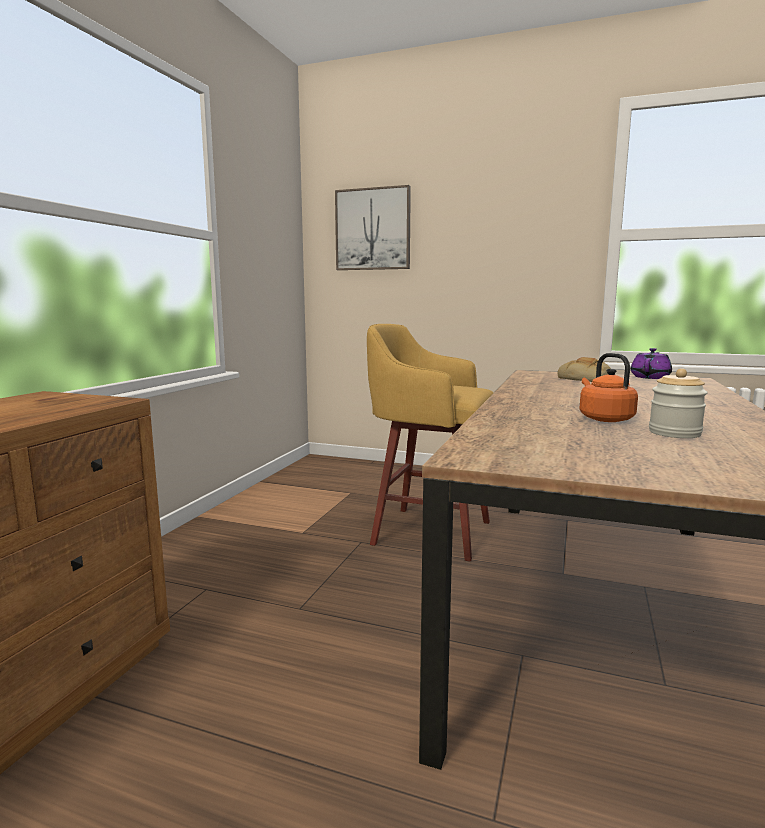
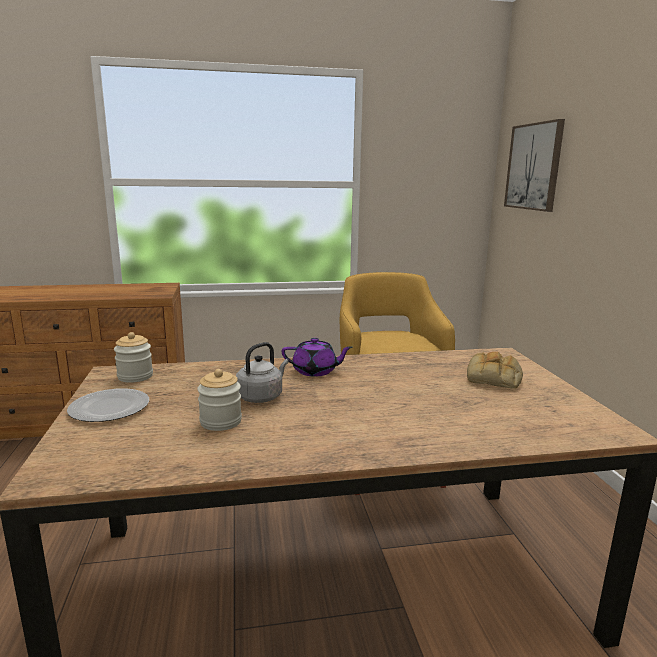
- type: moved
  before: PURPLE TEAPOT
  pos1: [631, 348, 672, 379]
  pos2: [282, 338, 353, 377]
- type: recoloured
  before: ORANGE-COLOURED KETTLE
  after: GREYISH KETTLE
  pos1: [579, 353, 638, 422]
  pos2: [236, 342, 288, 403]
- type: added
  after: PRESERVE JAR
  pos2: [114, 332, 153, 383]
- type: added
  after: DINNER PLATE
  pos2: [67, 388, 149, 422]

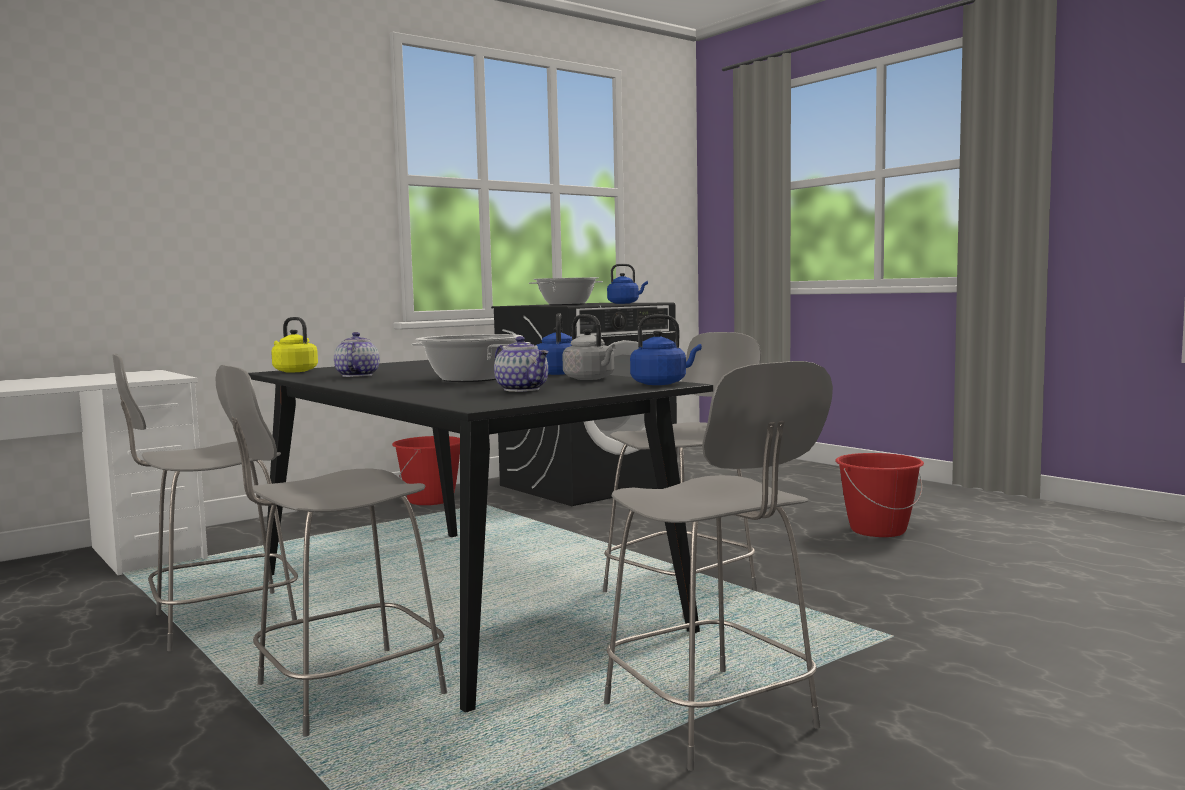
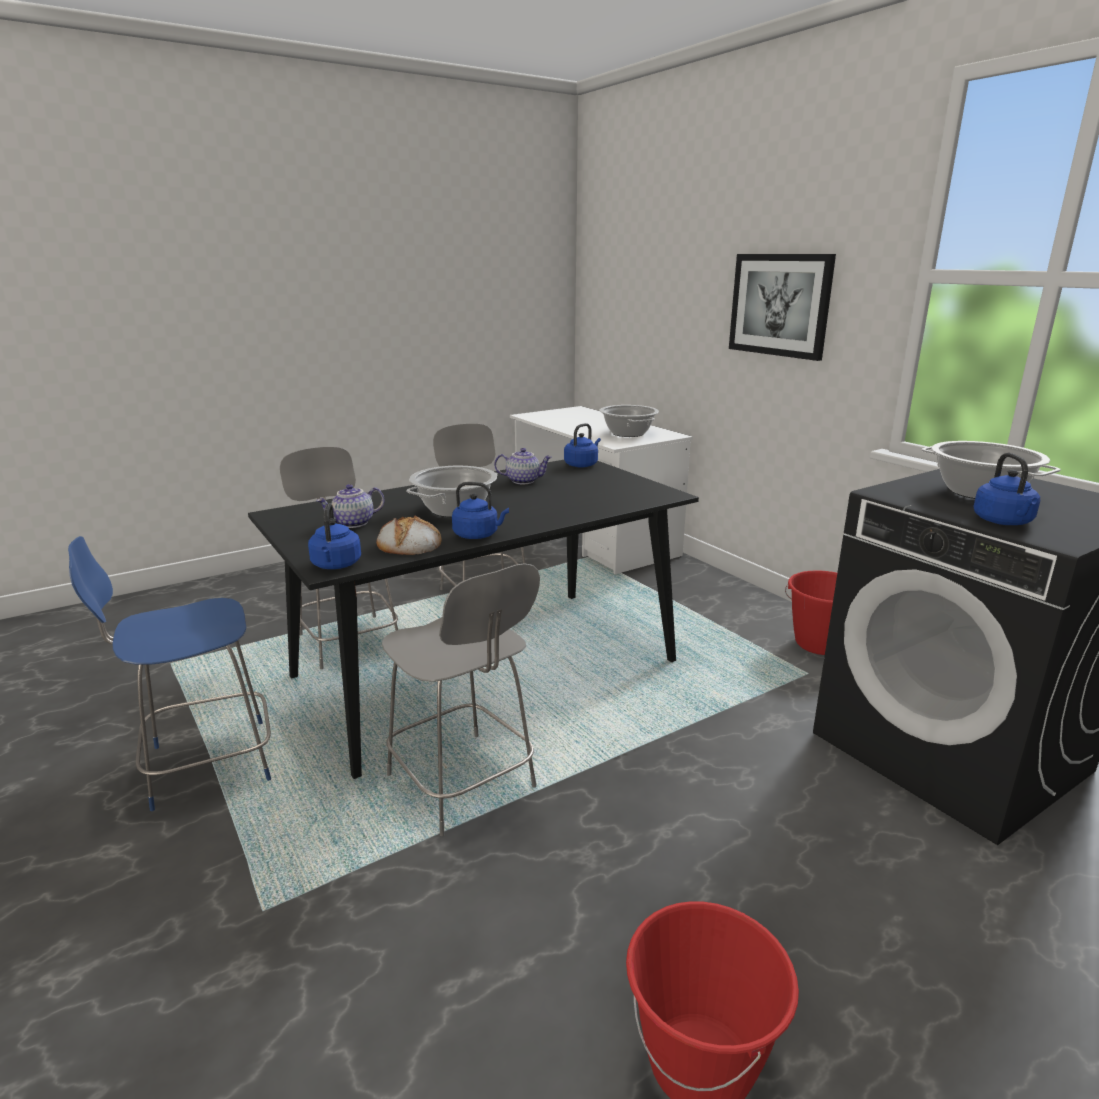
- type: replaced
  before: GREYISH KETTLE
  after: BREAD
  pos1: [562, 314, 616, 380]
  pos2: [376, 516, 442, 555]
- type: recoloured
  before: YELLOW KETTLE
  after: BLUE-COLOURED KETTLE
  pos1: [271, 317, 318, 373]
  pos2: [564, 423, 601, 468]
- type: recoloured
  before: GREYISH STOOL SEAT
  after: BLUE-COLOURED STOOL SEAT
  pos1: [604, 361, 833, 771]
  pos2: [68, 536, 271, 811]
- type: added
  after: PICTURE
  pos2: [729, 254, 836, 361]
- type: added
  after: COOKING POT
  pos2: [599, 405, 659, 437]

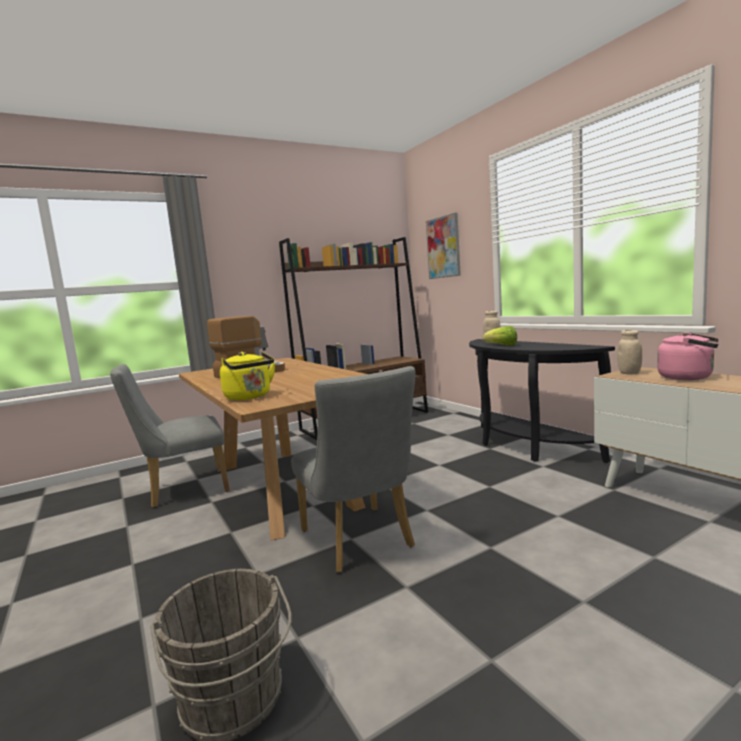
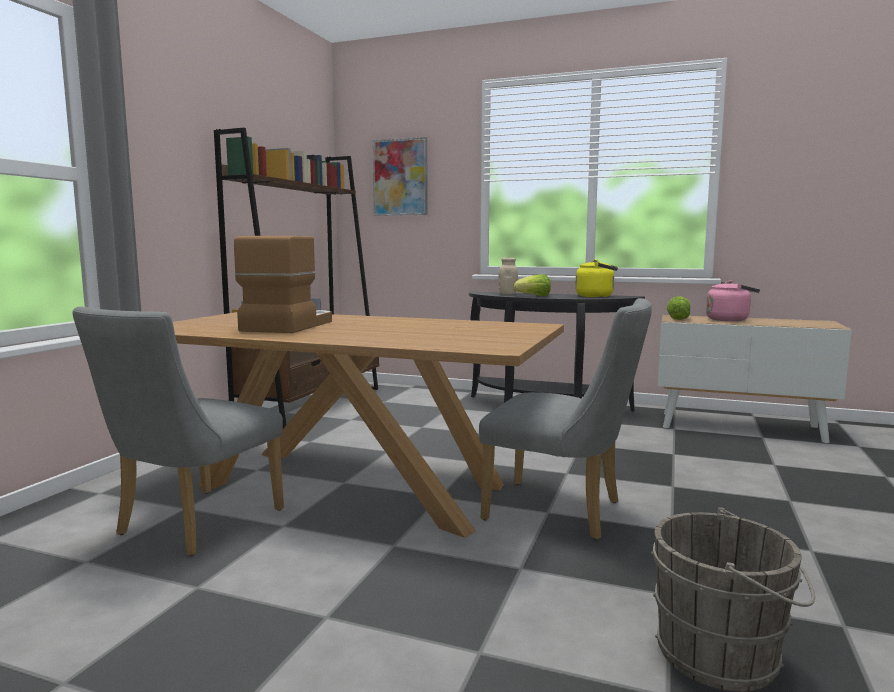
- type: replaced
  before: SAND-COLOURED PRESERVE JAR
  after: LETTUCE
  pos1: [617, 330, 642, 375]
  pos2: [666, 296, 690, 320]
- type: moved
  before: YELLOW KETTLE
  pos1: [220, 352, 275, 400]
  pos2: [575, 259, 618, 297]

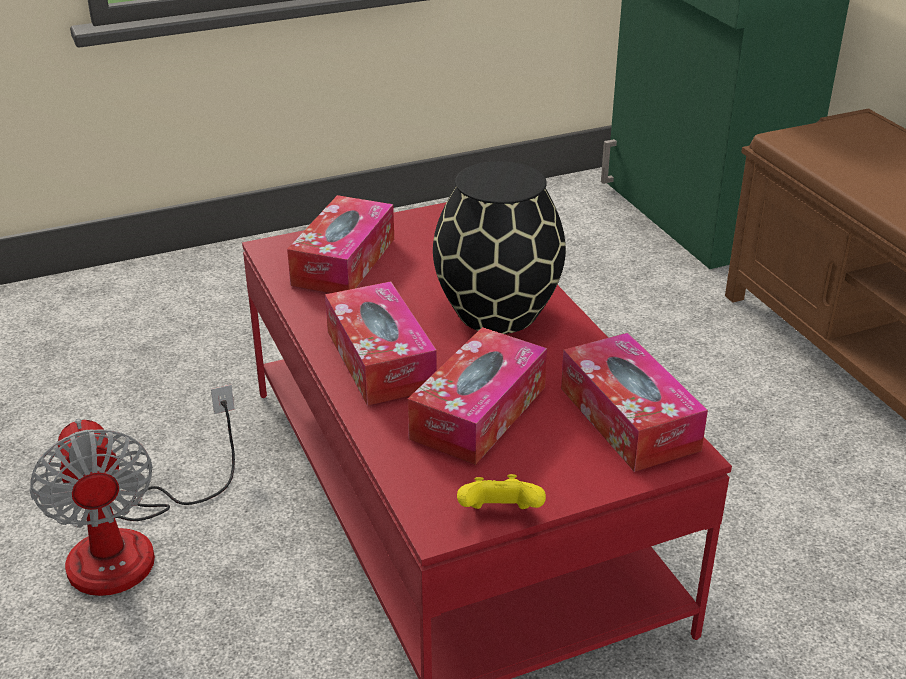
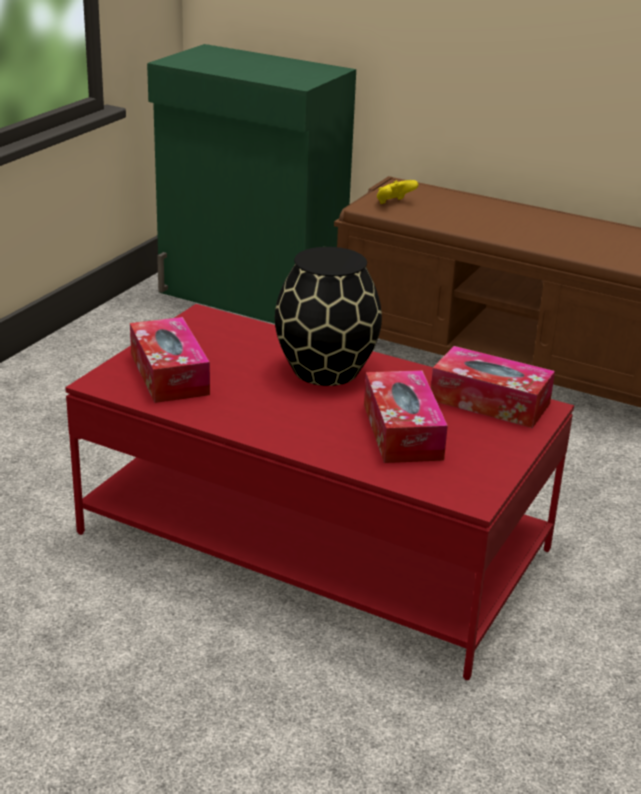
- type: removed
  before: TISSUE BOX
  pos1: [325, 281, 437, 406]
- type: removed
  before: FAN
  pos1: [29, 385, 235, 596]
- type: moved
  before: YELLOW GAME CONTROLLER
  pos1: [457, 474, 546, 509]
  pos2: [377, 180, 419, 204]

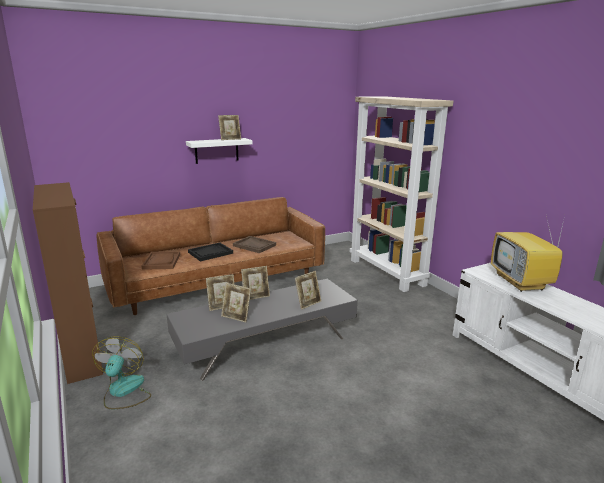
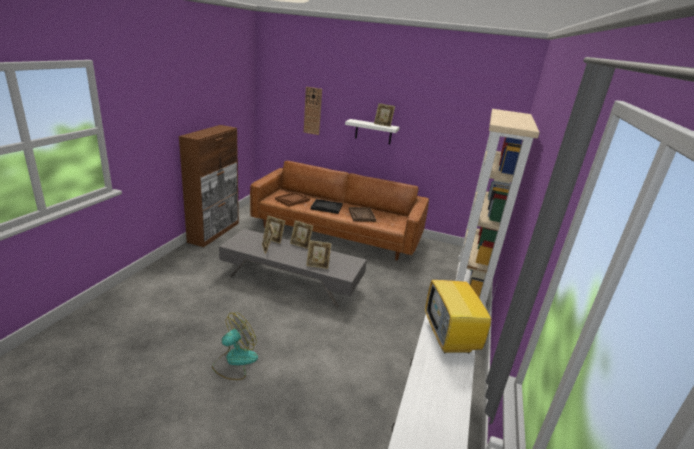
- type: turned
  before: TV
  pos1: [491, 216, 564, 292]
  pos2: [425, 277, 497, 353]
  turn: -45
- type: moved
  before: FAN
  pos1: [92, 336, 151, 409]
  pos2: [212, 312, 258, 380]
- type: added
  after: WALL CLOCK
  pos2: [304, 87, 322, 135]

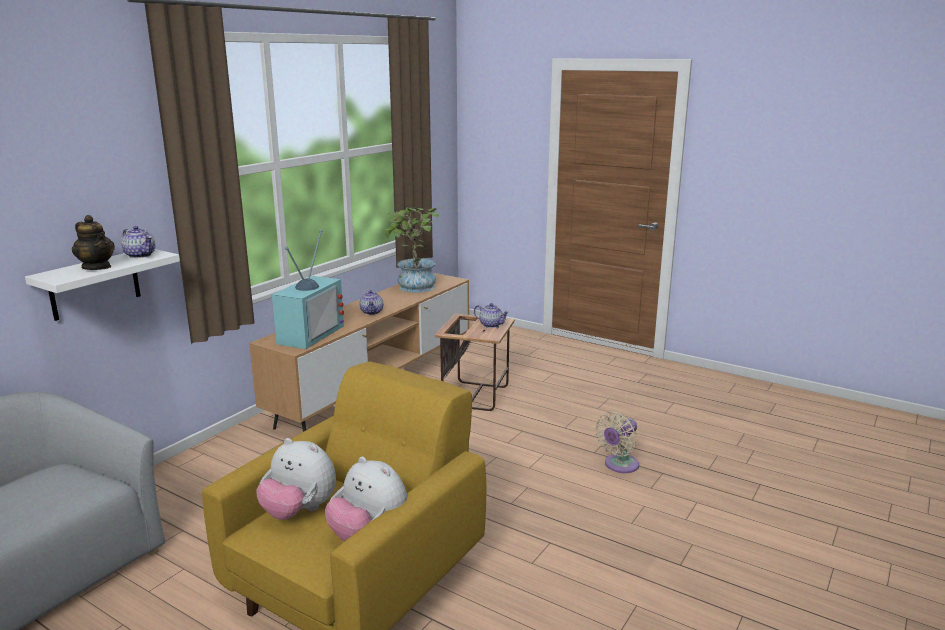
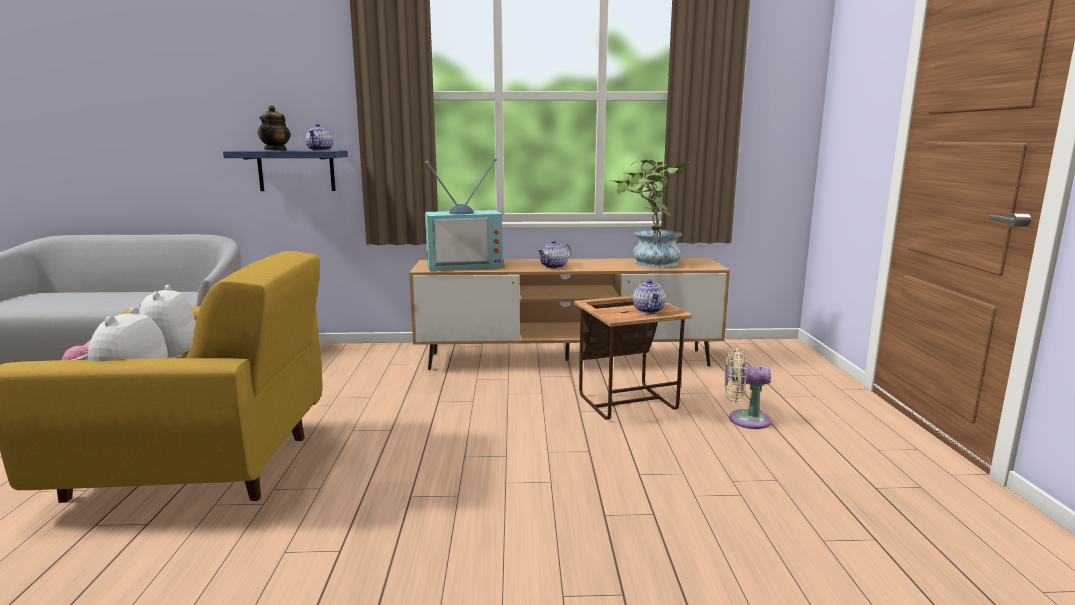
- type: recoloured
  before: WHITISH BRACKET SHELF
  after: BLUE-COLOURED BRACKET SHELF
  pos1: [25, 249, 180, 321]
  pos2: [223, 150, 348, 191]
- type: moved
  before: SAND-COLOURED FAN
  pos1: [595, 411, 639, 473]
  pos2: [724, 348, 771, 429]

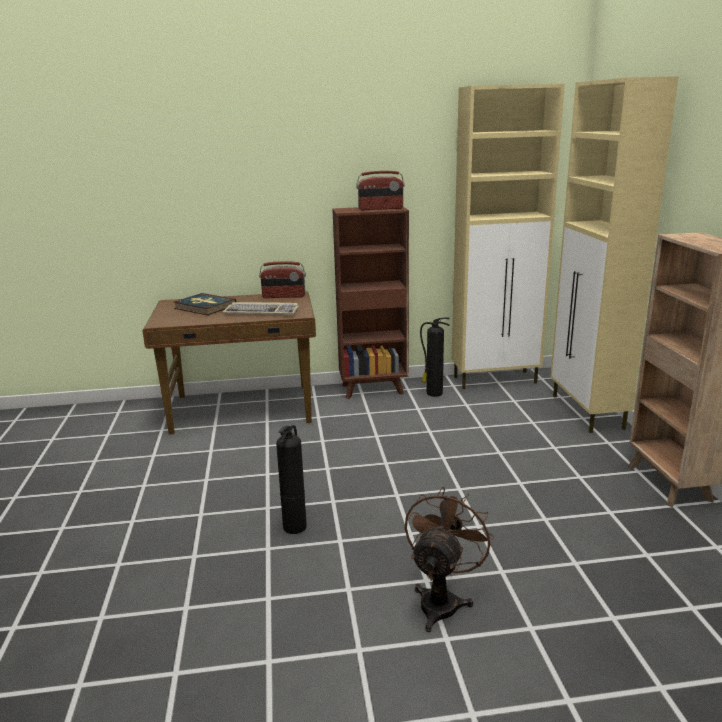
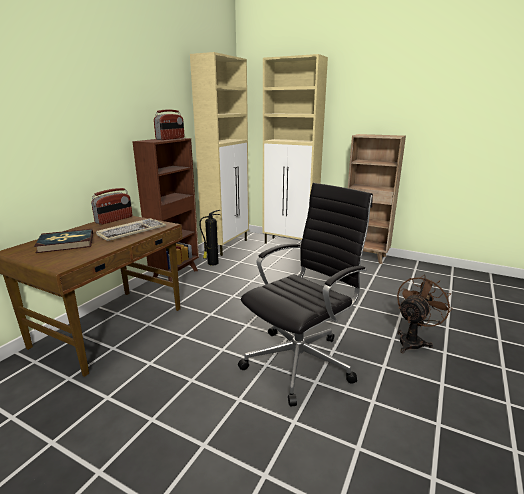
- type: replaced
  before: FIRE-FIGHTING CYLINDER
  after: BLACKISH DESK CHAIR
  pos1: [276, 425, 307, 534]
  pos2: [238, 183, 373, 407]
- type: turned
  before: BROWN FAN
  pos1: [405, 487, 494, 632]
  pos2: [397, 275, 453, 353]
  turn: 75

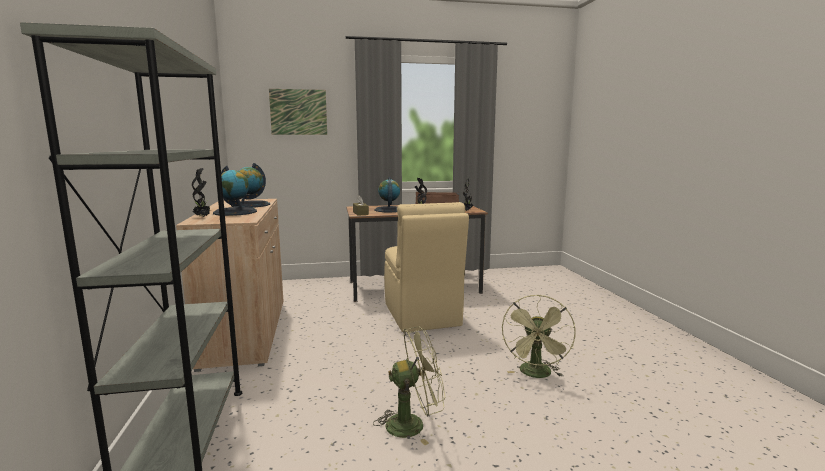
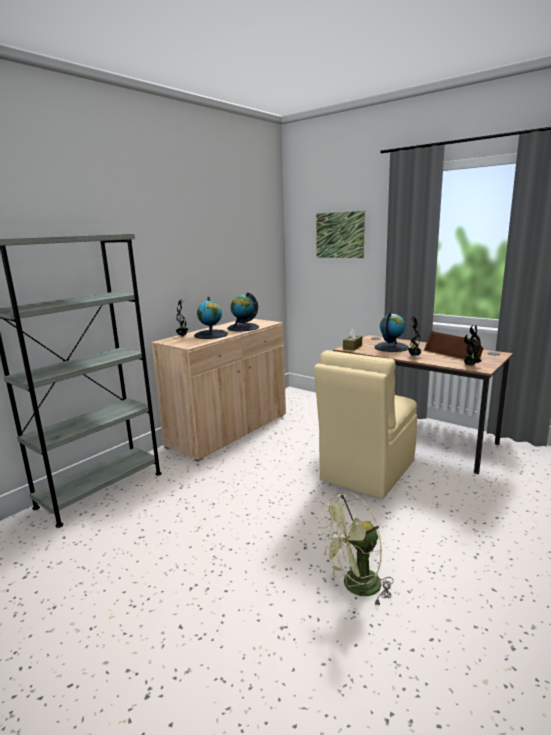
- type: removed
  before: GREENISH FAN
  pos1: [373, 326, 445, 445]

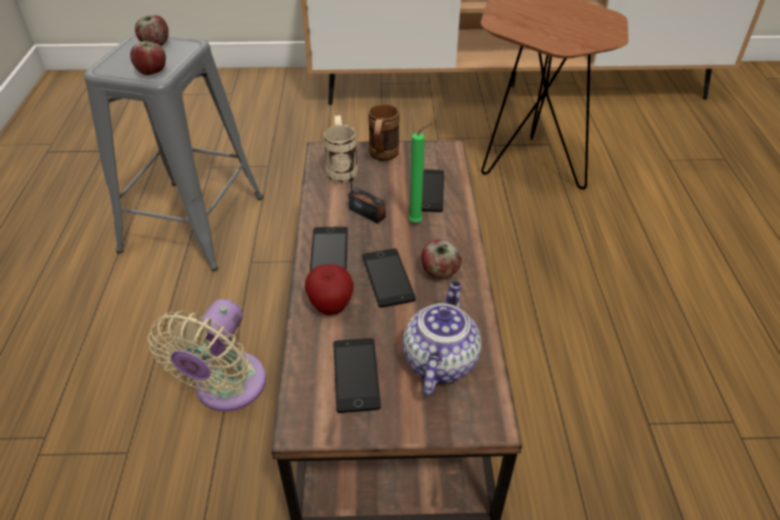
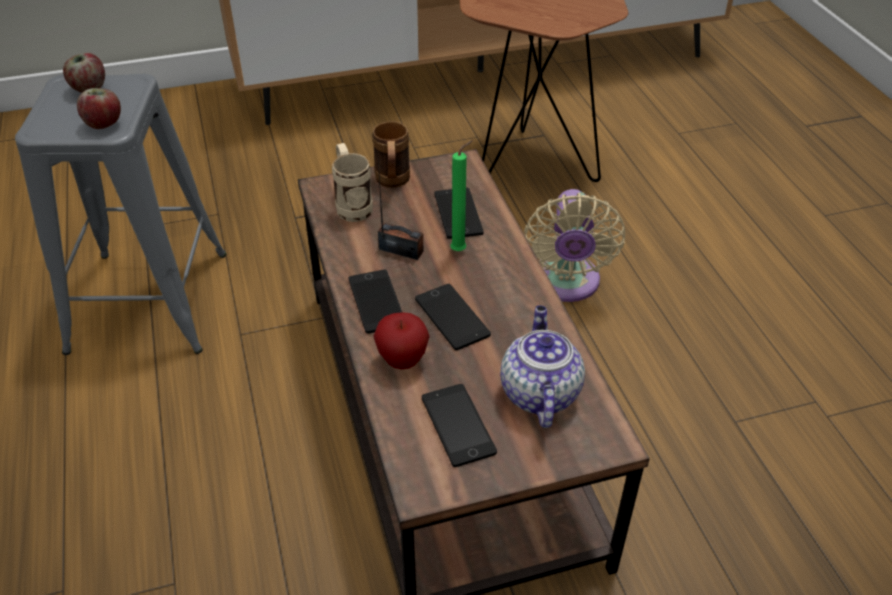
- type: removed
  before: APPLE FRUIT
  pos1: [421, 240, 462, 279]
- type: moved
  before: SAND-COLOURED FAN
  pos1: [148, 299, 267, 412]
  pos2: [524, 189, 625, 302]

